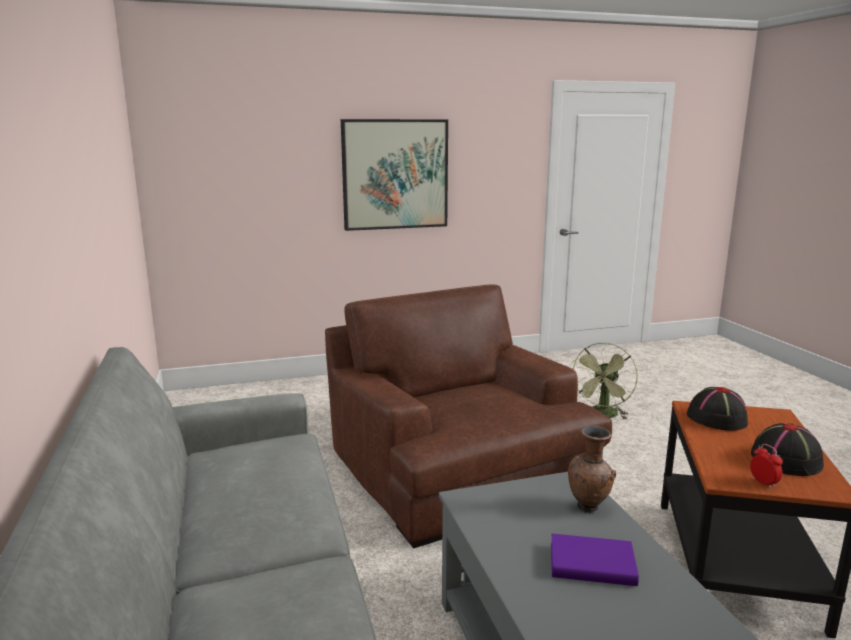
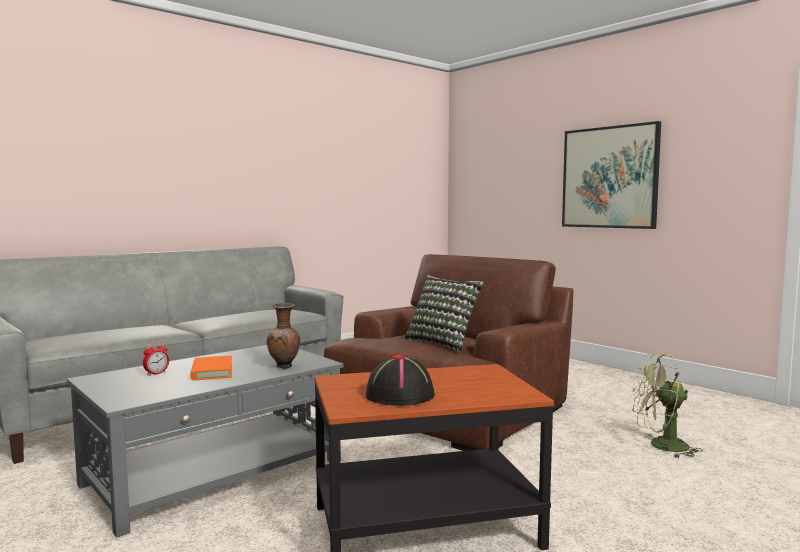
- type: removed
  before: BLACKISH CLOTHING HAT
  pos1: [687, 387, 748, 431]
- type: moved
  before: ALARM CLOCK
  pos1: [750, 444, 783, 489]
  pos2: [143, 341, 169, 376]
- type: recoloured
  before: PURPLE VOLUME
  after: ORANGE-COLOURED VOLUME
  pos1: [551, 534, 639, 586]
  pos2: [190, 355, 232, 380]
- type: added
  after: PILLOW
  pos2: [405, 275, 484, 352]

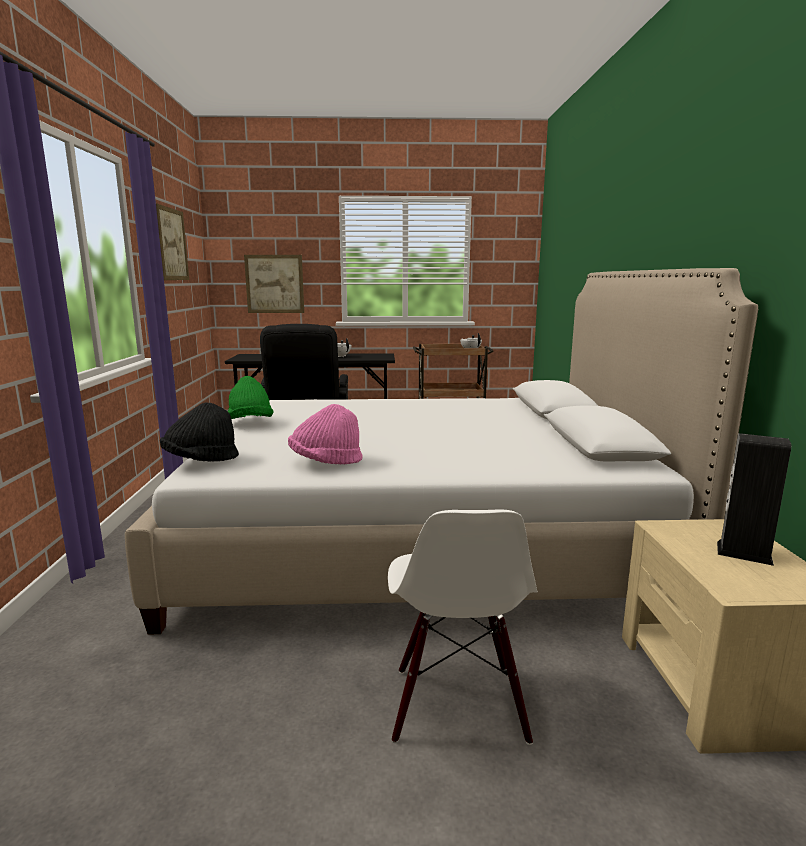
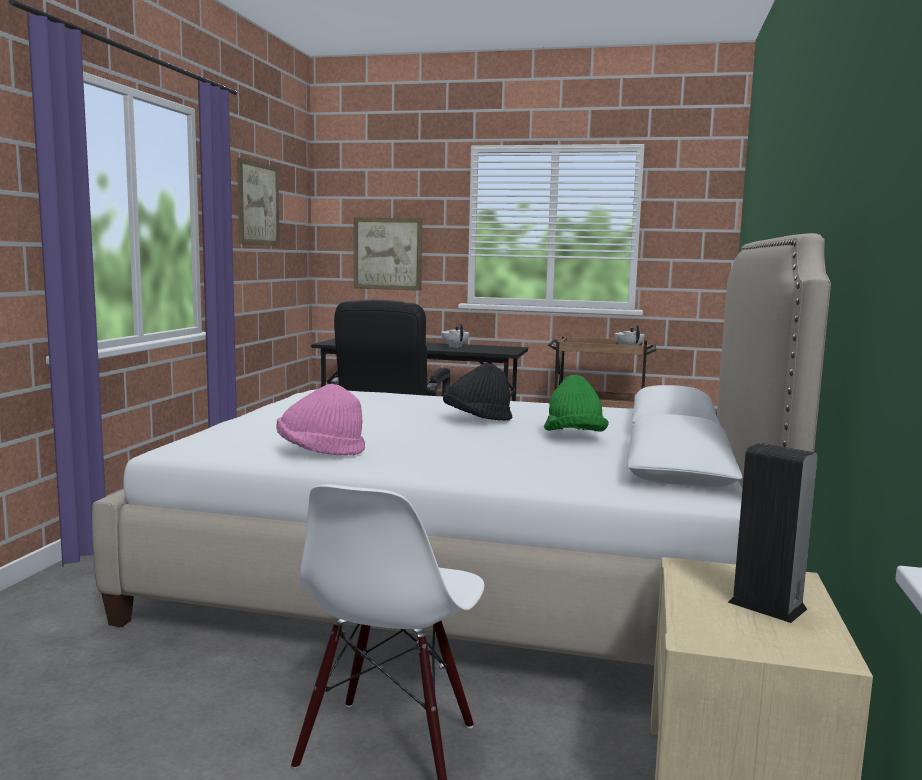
- type: moved
  before: GREENISH CLOTHING HAT
  pos1: [228, 376, 274, 419]
  pos2: [544, 375, 609, 432]
- type: moved
  before: BLACKISH CLOTHING HAT
  pos1: [160, 402, 239, 462]
  pos2: [443, 363, 512, 421]

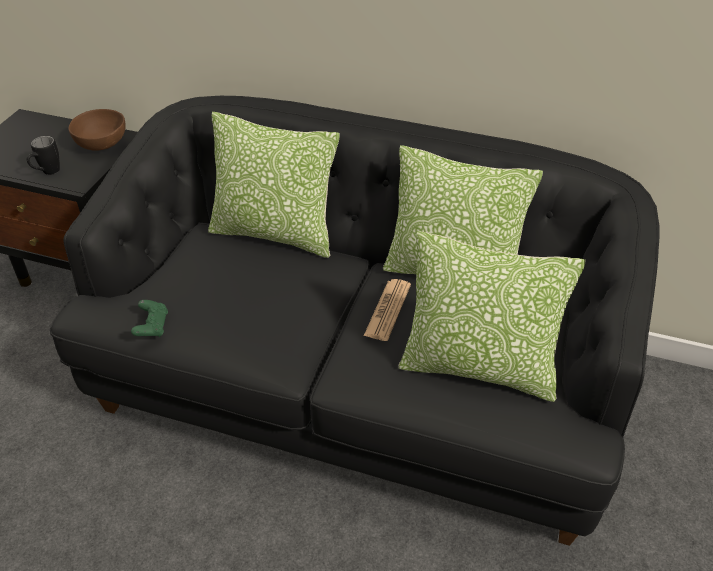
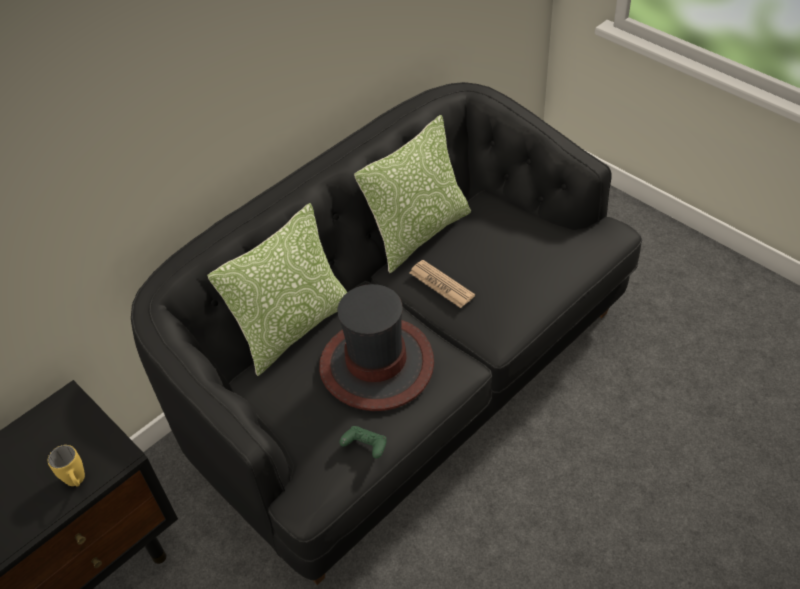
- type: removed
  before: BROWN BOWL
  pos1: [69, 109, 126, 151]
- type: recoloured
  before: BLACKISH TEA MUG
  after: YELLOW TEA MUG
  pos1: [27, 136, 60, 175]
  pos2: [48, 445, 85, 487]
- type: removed
  before: PILLOW
  pos1: [398, 231, 586, 402]
- type: added
  after: CLOTHING HAT
  pos2: [319, 284, 434, 411]

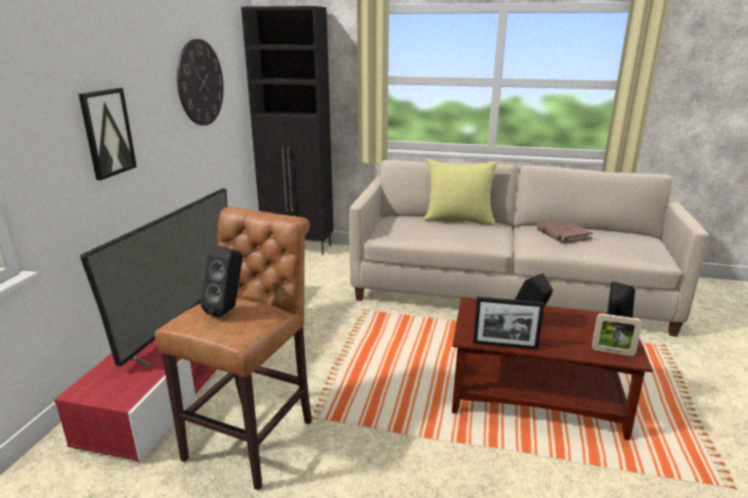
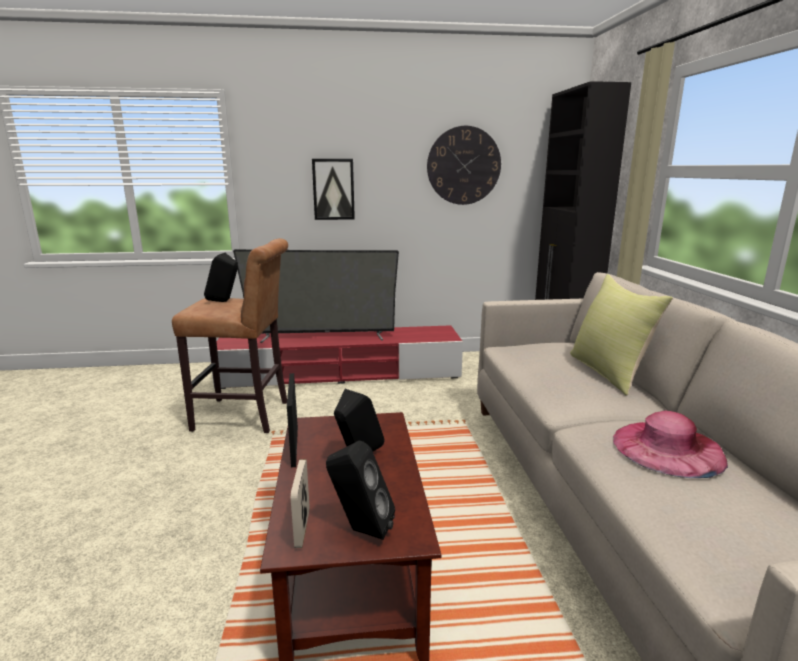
- type: replaced
  before: BROWN VOLUME
  after: PINKISH CLOTHING HAT
  pos1: [537, 219, 593, 244]
  pos2: [613, 411, 728, 478]

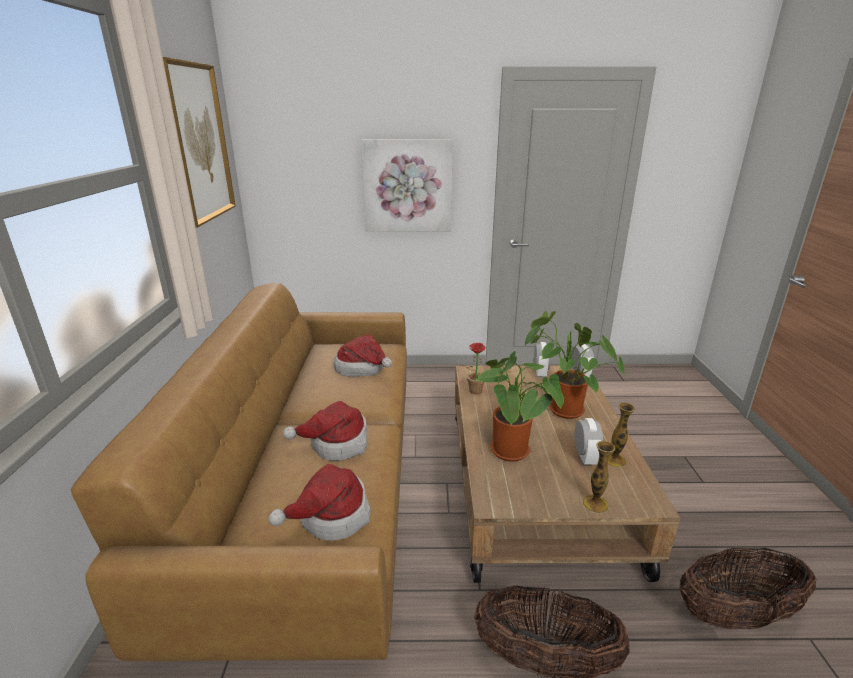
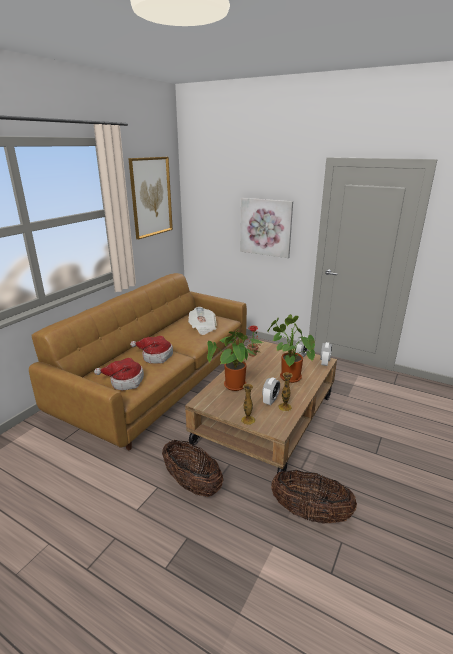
- type: replaced
  before: CLOTHING HAT
  after: NEWSPAPER
  pos1: [334, 334, 392, 377]
  pos2: [188, 307, 217, 335]

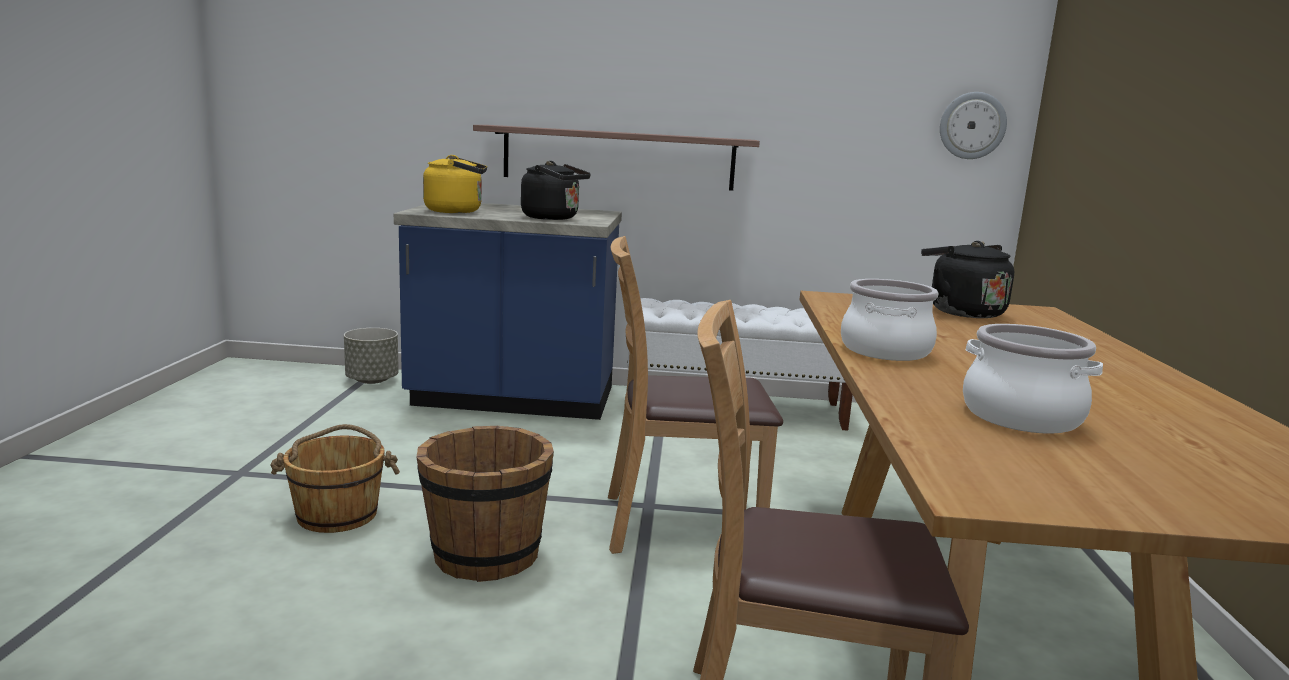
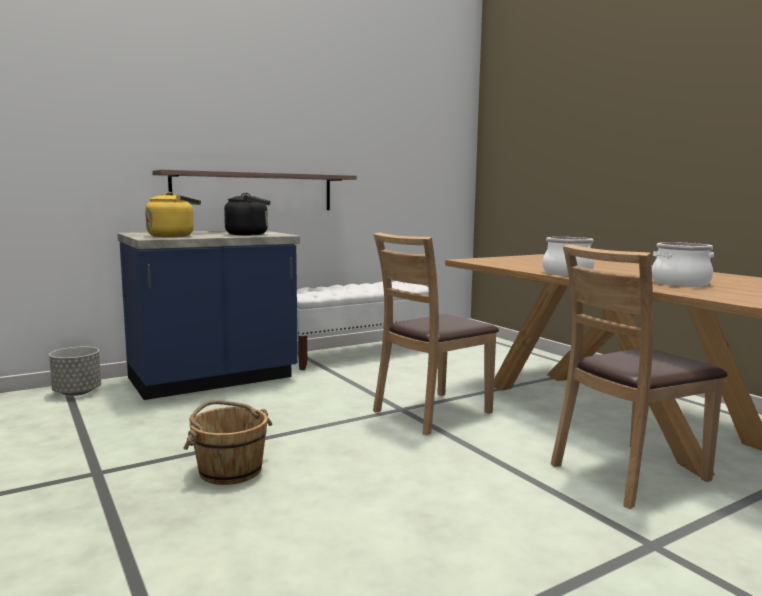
- type: removed
  before: WALL CLOCK
  pos1: [940, 92, 1007, 159]
- type: removed
  before: BLACKISH KETTLE
  pos1: [921, 241, 1014, 318]
- type: removed
  before: BROWN BUCKET
  pos1: [416, 426, 554, 582]

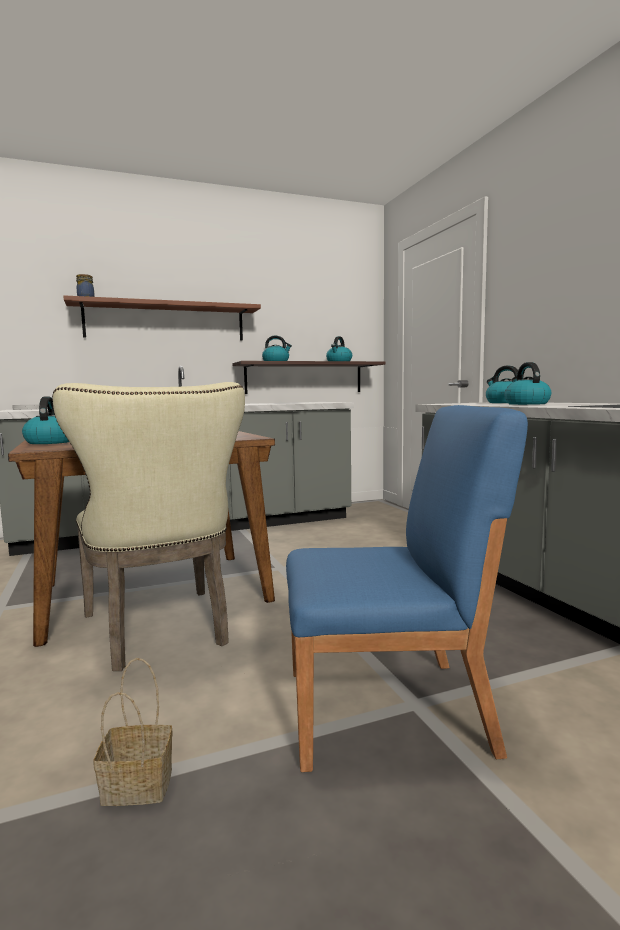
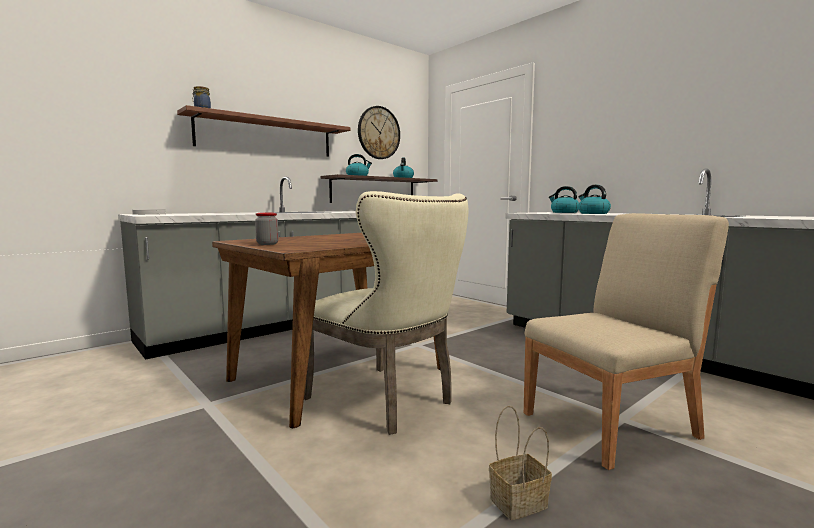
- type: replaced
  before: KETTLE
  after: PRESERVE JAR
  pos1: [22, 396, 69, 444]
  pos2: [255, 213, 279, 245]
- type: recoloured
  before: BLUE-COLOURED CHAIR
  after: SAND-COLOURED CHAIR
  pos1: [286, 405, 528, 772]
  pos2: [524, 213, 729, 470]
- type: added
  after: WALL CLOCK
  pos2: [358, 106, 400, 159]

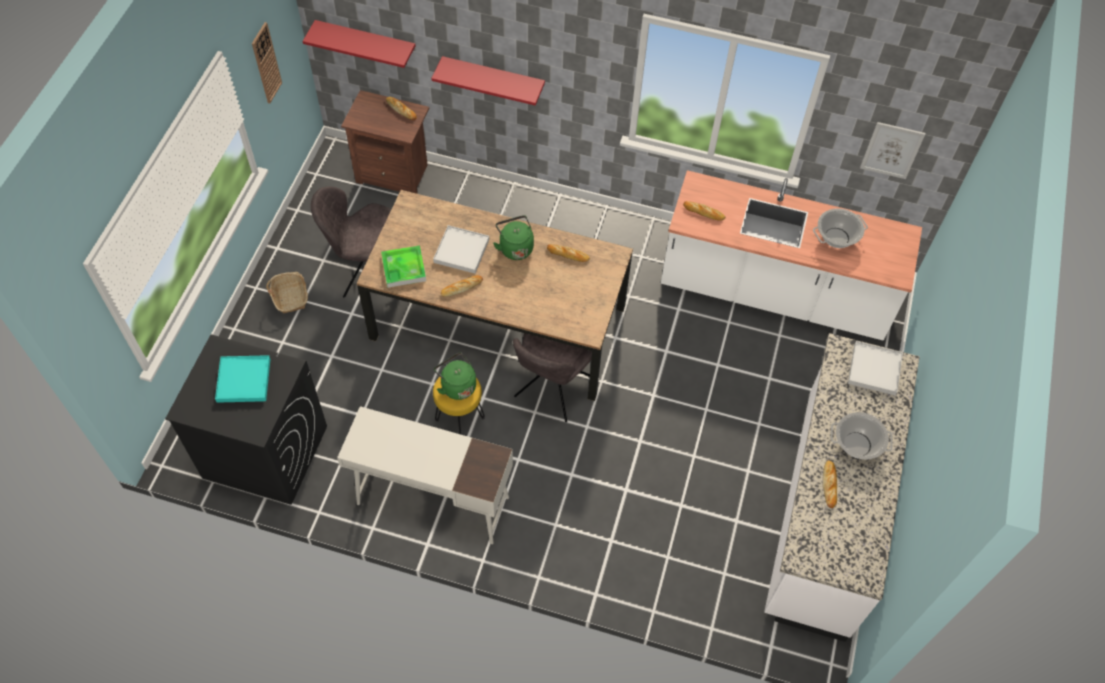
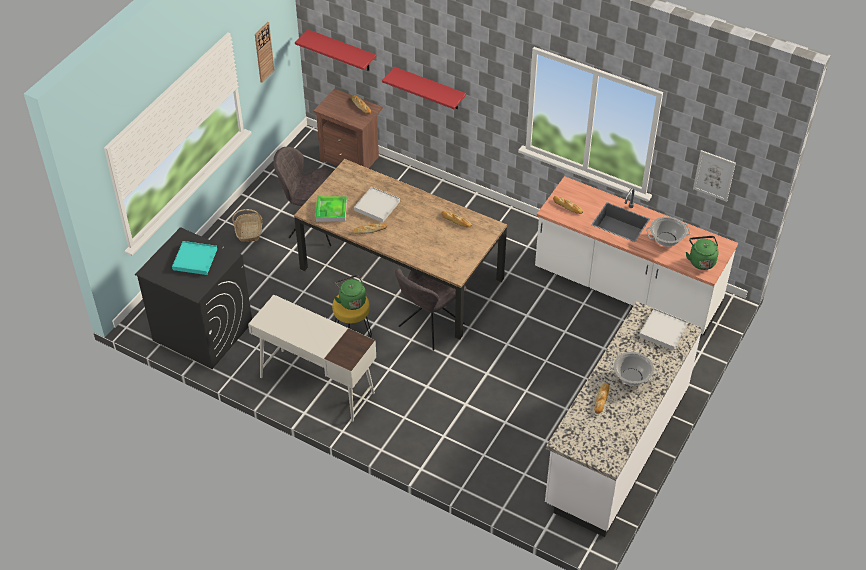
- type: moved
  before: GREENISH KETTLE
  pos1: [493, 215, 534, 260]
  pos2: [686, 236, 719, 270]

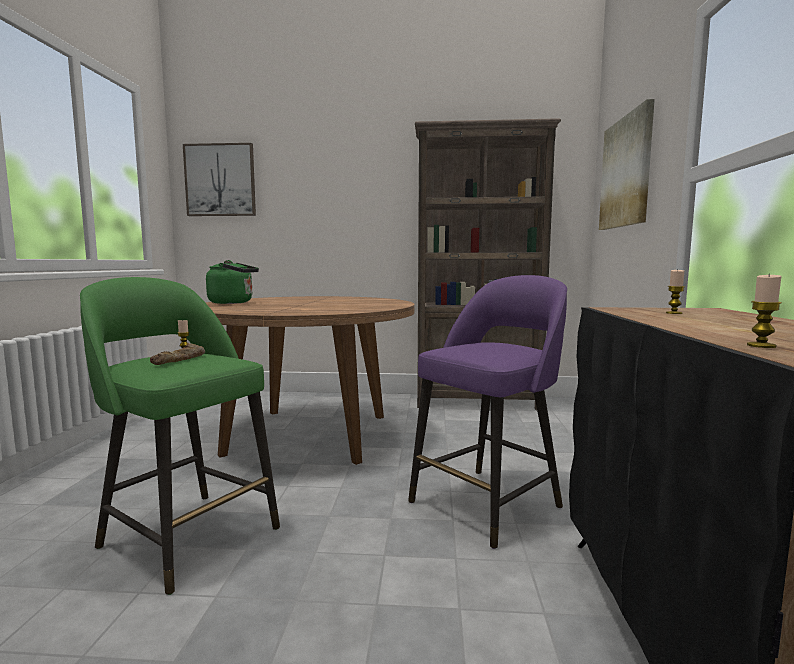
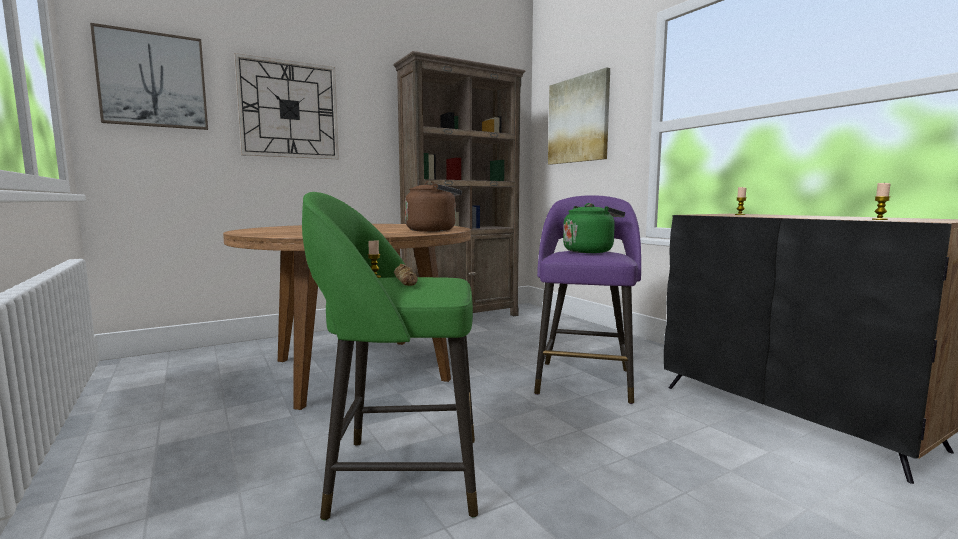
- type: moved
  before: GREENISH KETTLE
  pos1: [206, 260, 259, 304]
  pos2: [563, 203, 625, 253]
- type: added
  after: WALL CLOCK
  pos2: [234, 53, 339, 159]
- type: added
  after: BROWN KETTLE
  pos2: [405, 181, 462, 232]

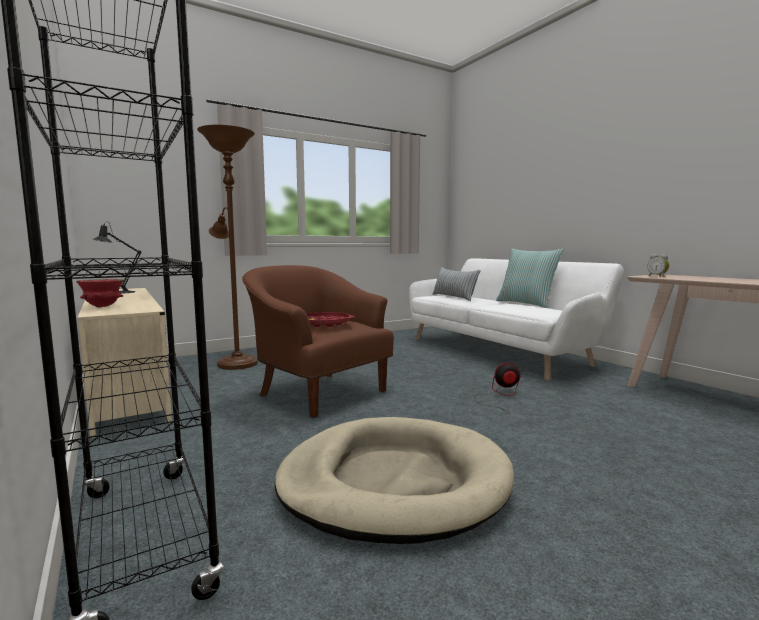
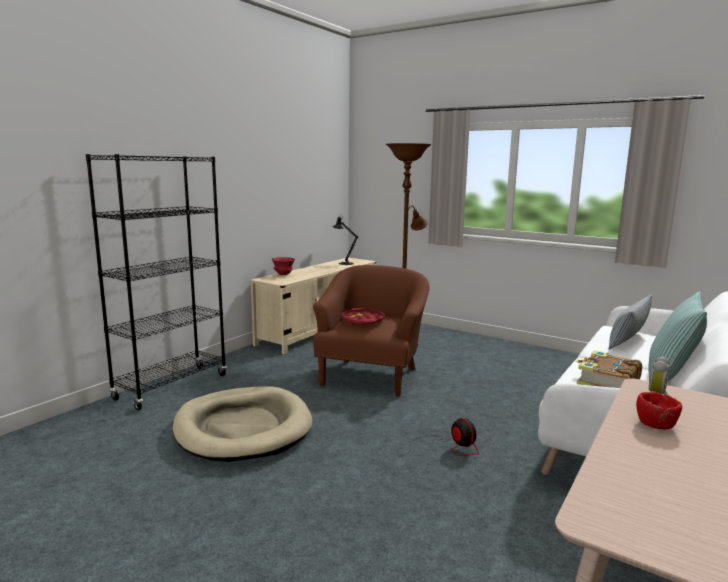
- type: added
  after: VOLUME
  pos2: [576, 350, 642, 388]
- type: added
  after: RED BOWL
  pos2: [636, 392, 682, 430]

